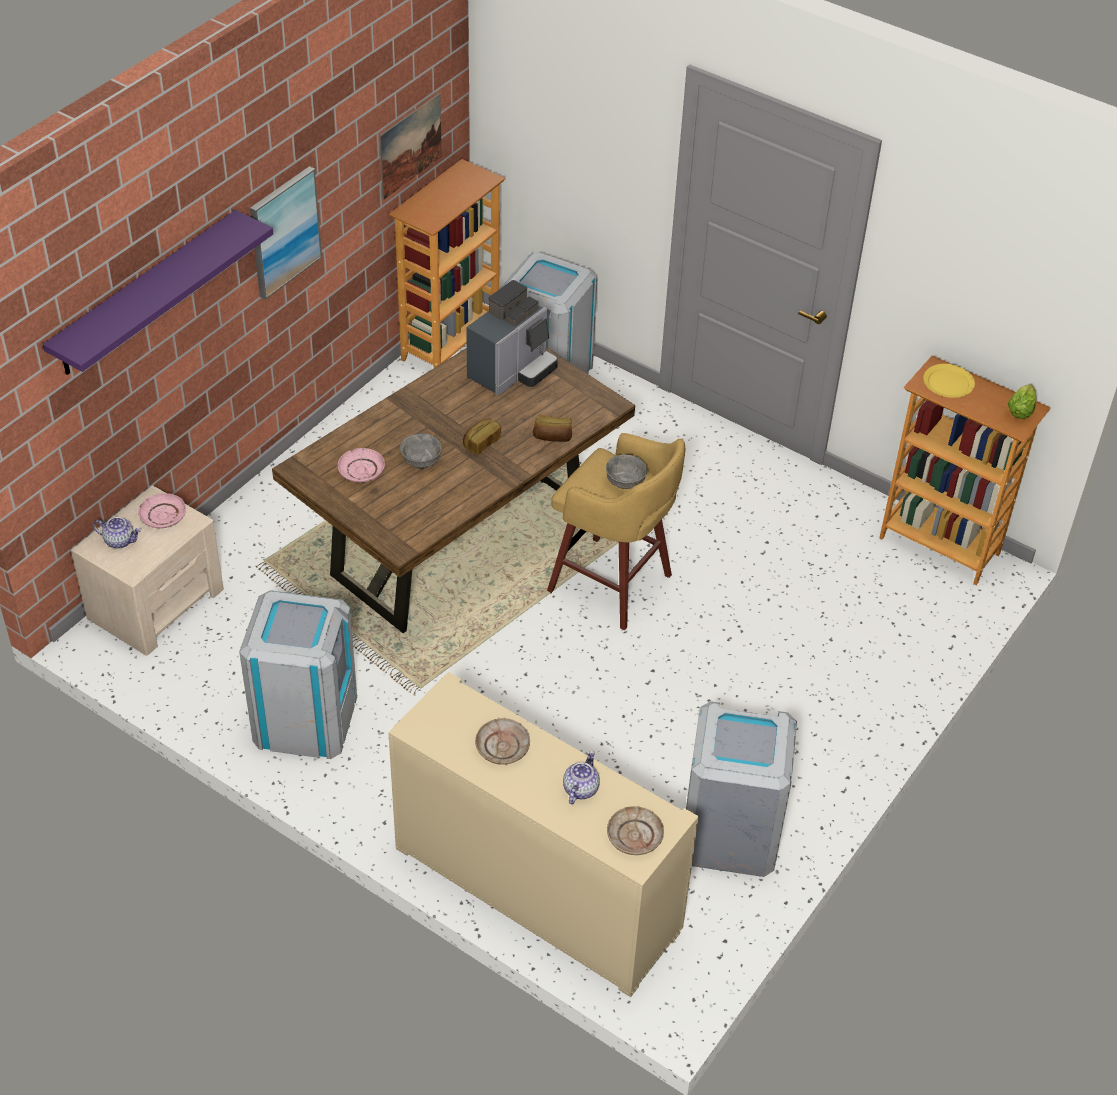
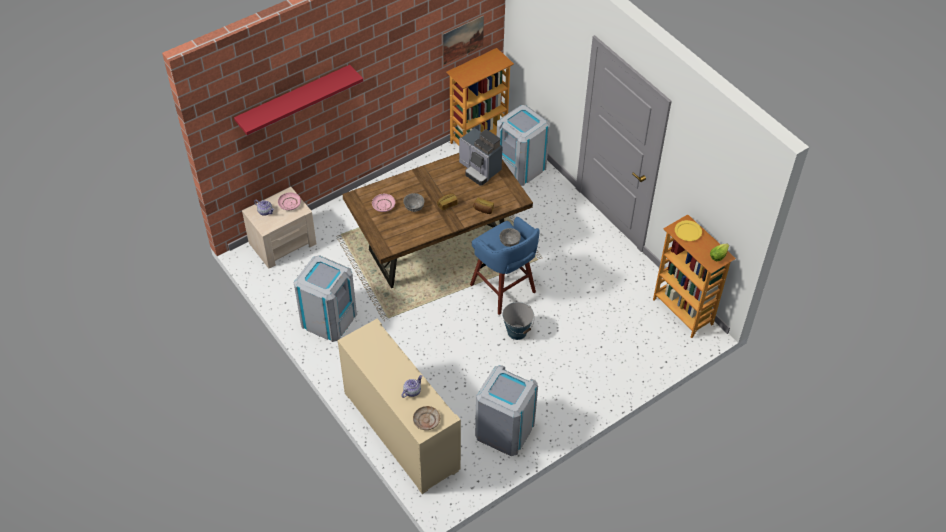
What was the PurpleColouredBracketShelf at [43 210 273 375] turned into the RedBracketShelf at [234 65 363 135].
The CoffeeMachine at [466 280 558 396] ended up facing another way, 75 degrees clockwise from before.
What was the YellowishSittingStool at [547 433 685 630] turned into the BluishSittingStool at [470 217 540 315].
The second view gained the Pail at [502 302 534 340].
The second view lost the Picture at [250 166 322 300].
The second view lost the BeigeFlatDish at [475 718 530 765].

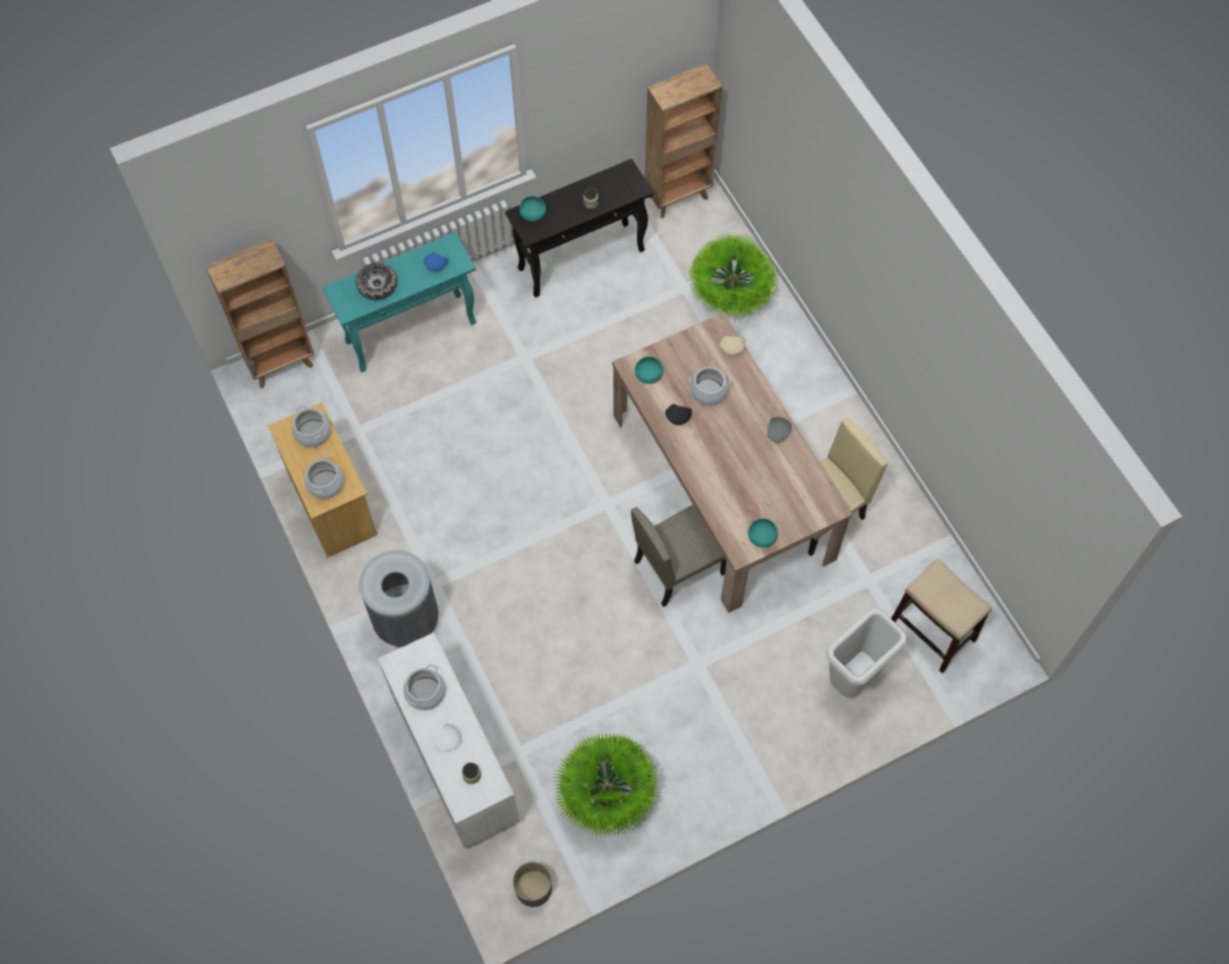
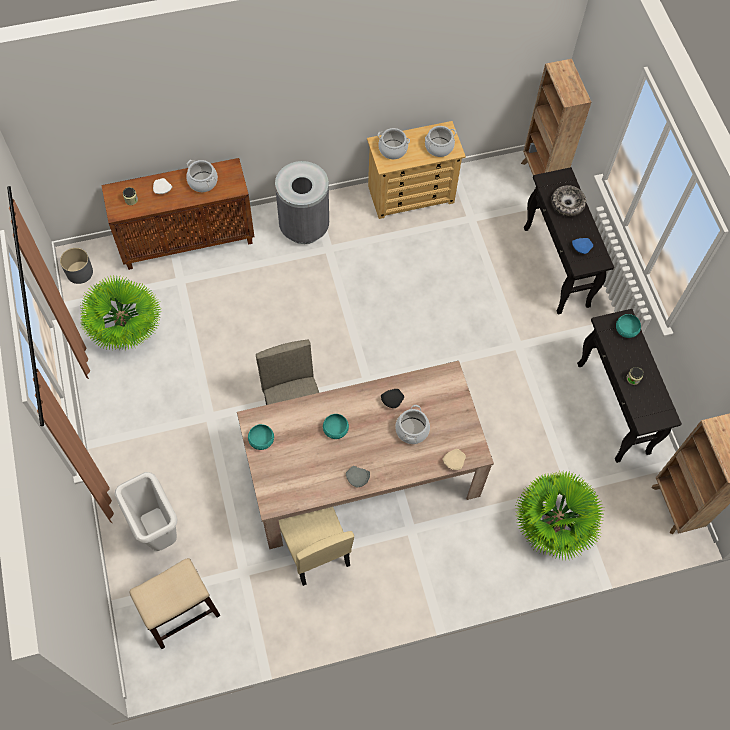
What was the WhiteStorageCabinet at [378 632 520 849] turned into the BrownStorageCabinet at [101 158 254 270].
The BlueGreenServingBowl ended up elsewhere, having gone from [635 356 663 384] to [323 414 349 439].
What was the BlueGreenConsoleTable at [322 232 476 372] turned into the BlackConsoleTable at [524 167 614 314].

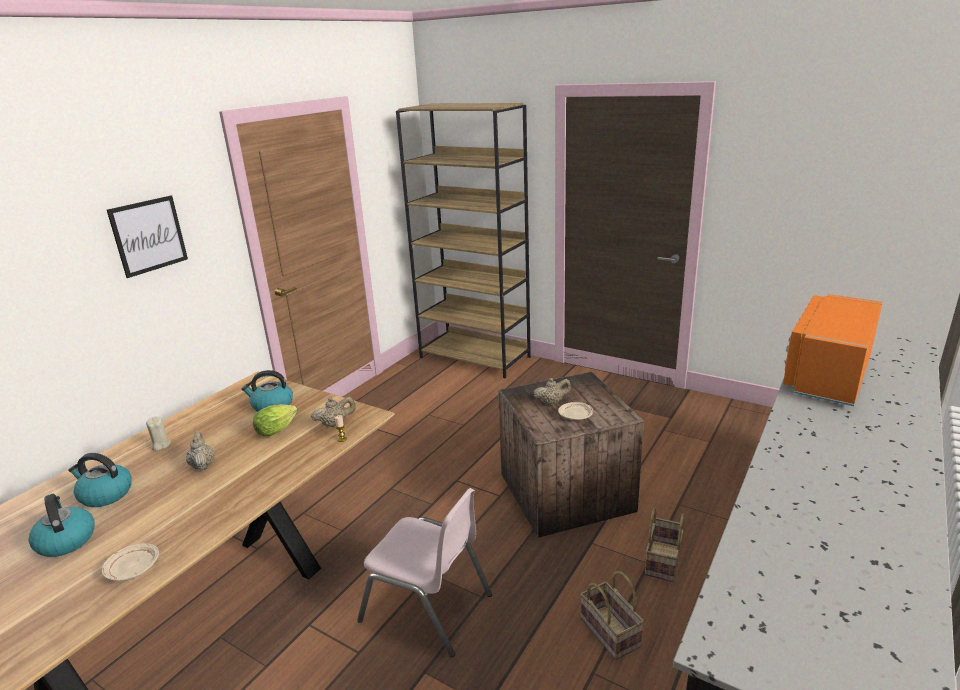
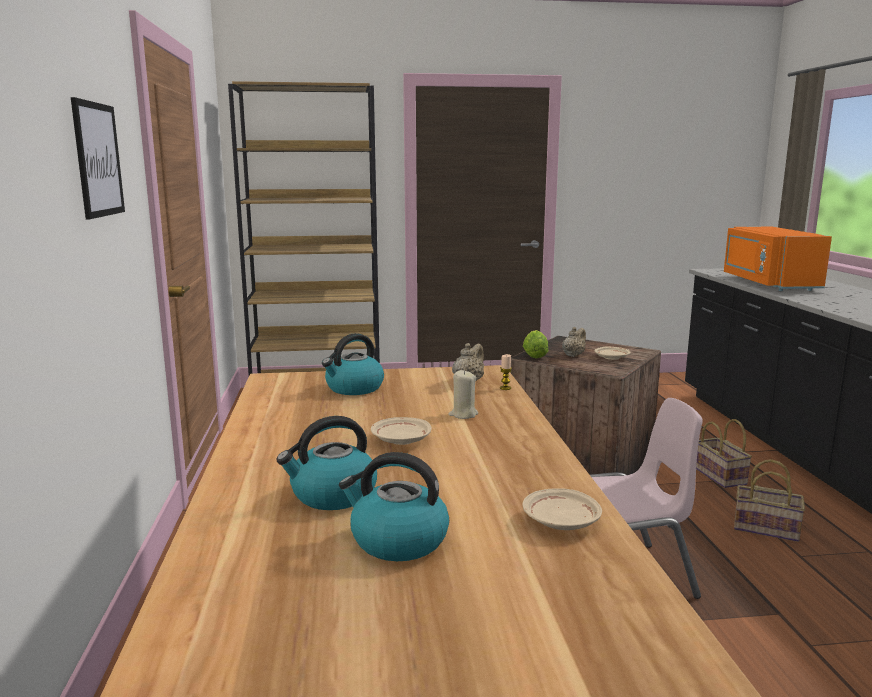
Where the BeigeTeaPot stood at [186 431 215 471], the BeigeFlatDish came to stand at [371 417 432 445].
The BeigeCandle ended up elsewhere, having gone from [146 416 171 451] to [448 370 478 419].
The HeadOfLettuce ended up elsewhere, having gone from [253 404 298 436] to [523 330 548 359].

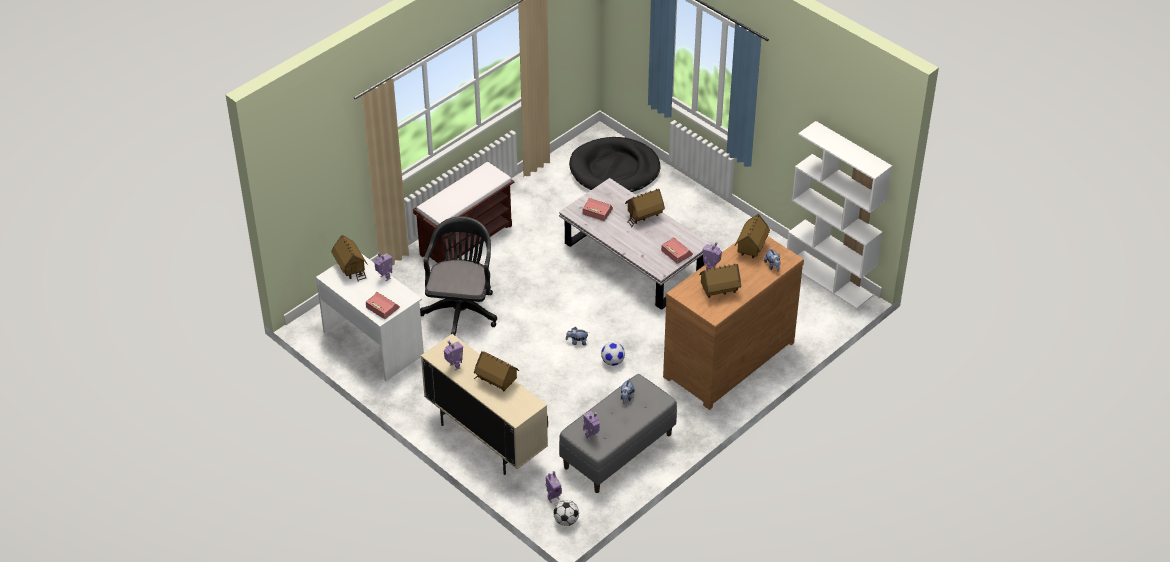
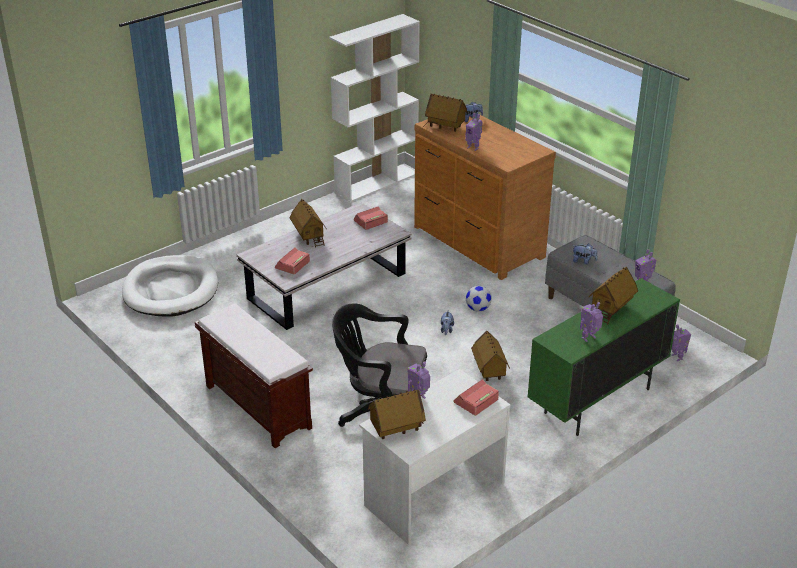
What was the BlackDogBed at [569 137 661 192] turned into the WhiteDogBed at [122 255 218 317].
The ToyHouse ended up elsewhere, having gone from [699 264 741 298] to [471 330 510 381].
What was the BeigeStorageCabinet at [421 334 548 475] turned into the GreenColouredStorageCabinet at [527 278 680 436].
The second view lost the Football at [553 500 579 526].

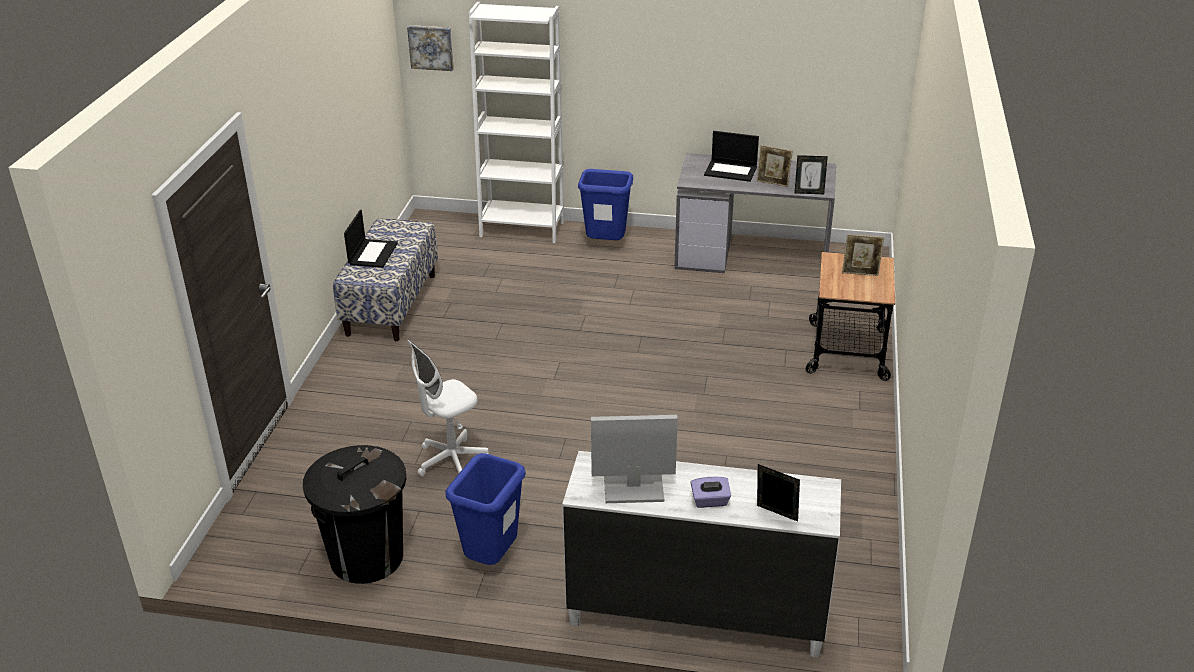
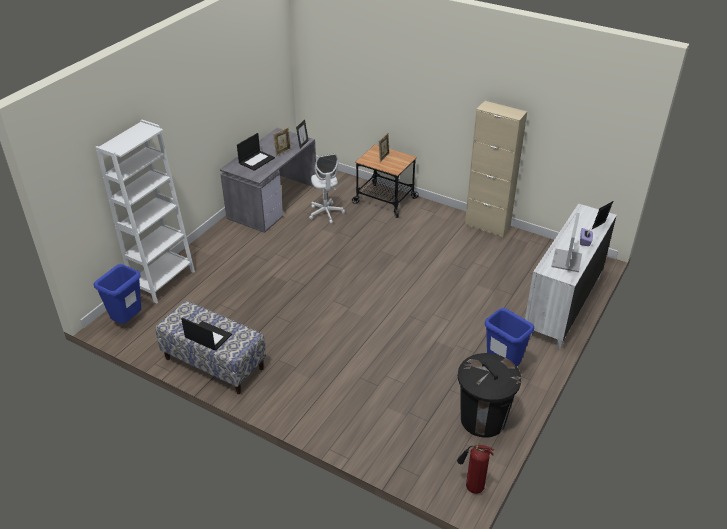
The BluishTrashCan ended up elsewhere, having gone from [578 169 633 240] to [93 264 141 324].
The WhiteComputerChair ended up elsewhere, having gone from [407 339 489 477] to [309 154 345 224].
The second view gained the FireFightingCylinder at [457 445 494 494].
The second view gained the BeigeStorageCabinet at [465 101 527 238].
The second view lost the Picture at [407 25 454 71].

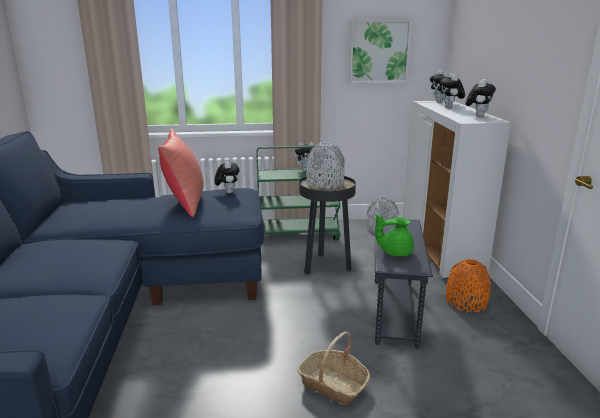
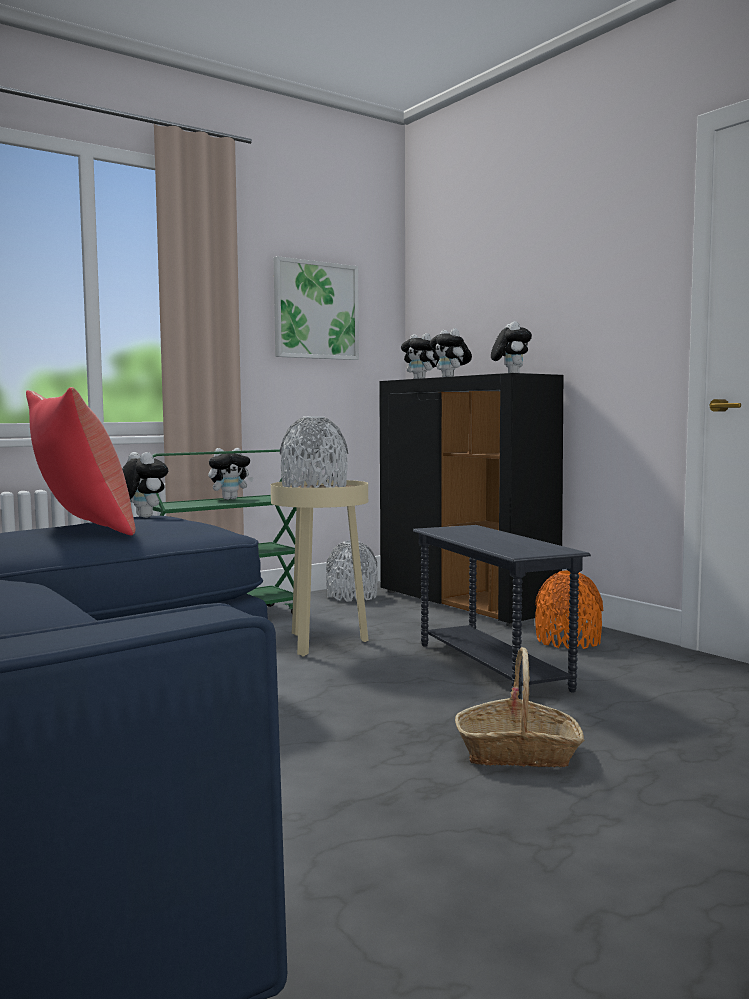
What was the BlackSideTable at [299 174 356 275] turned into the BeigeSideTable at [271 480 368 656].
What was the WhiteStorageCabinet at [403 101 511 279] turned into the BlackStorageCabinet at [379 373 563 627].
The second view lost the GreenColouredTeaPot at [375 215 414 256].

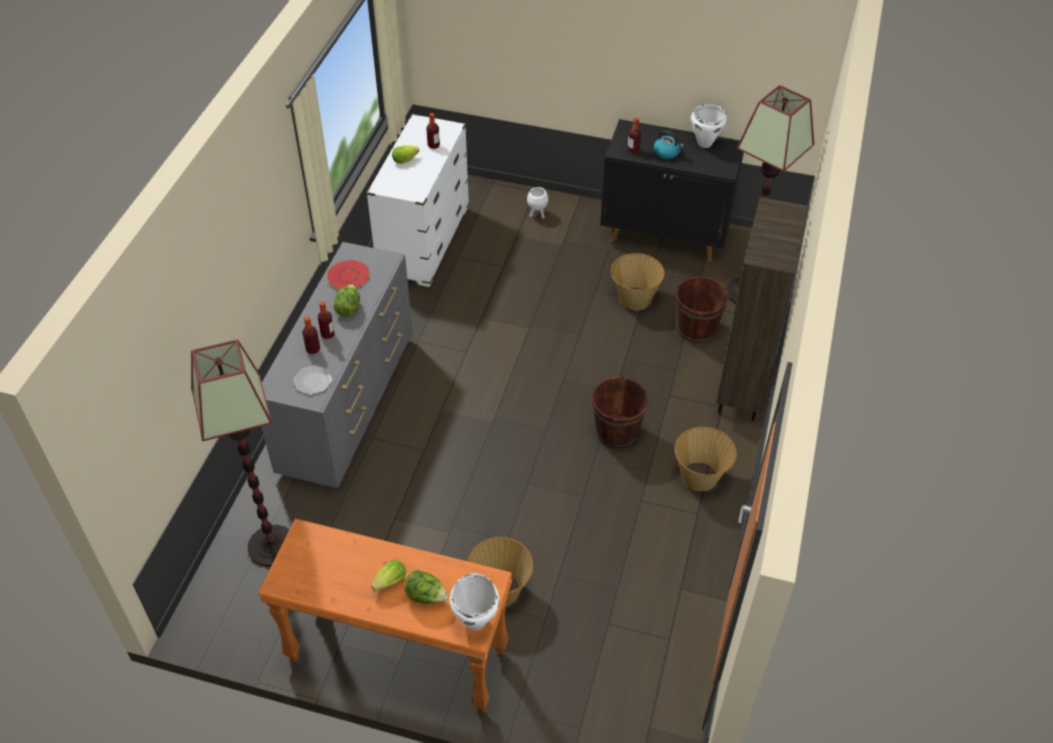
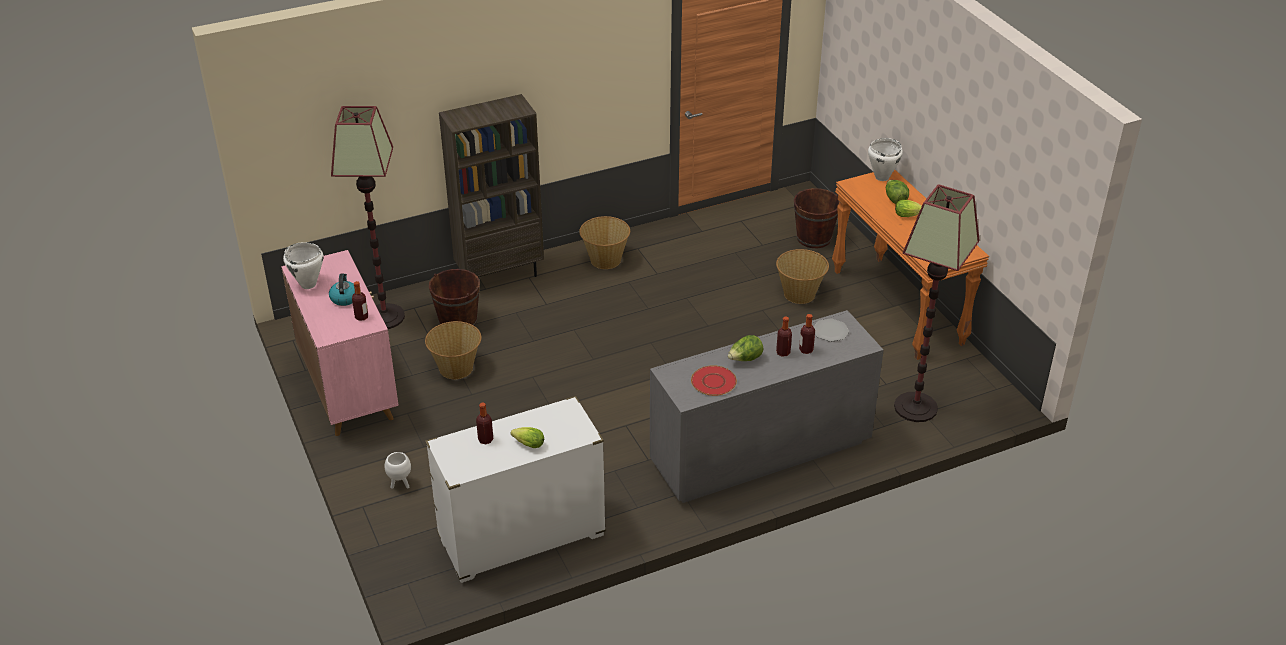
What was the BlackStorageCabinet at [600 119 744 261] turned into the PinkStorageCabinet at [281 250 399 436].
The BrownPail ended up elsewhere, having gone from [592 375 649 448] to [794 188 839 248].

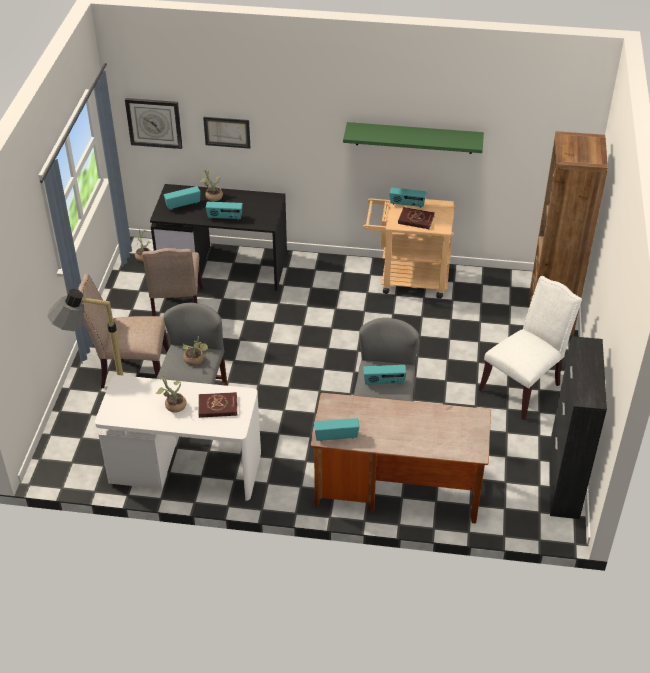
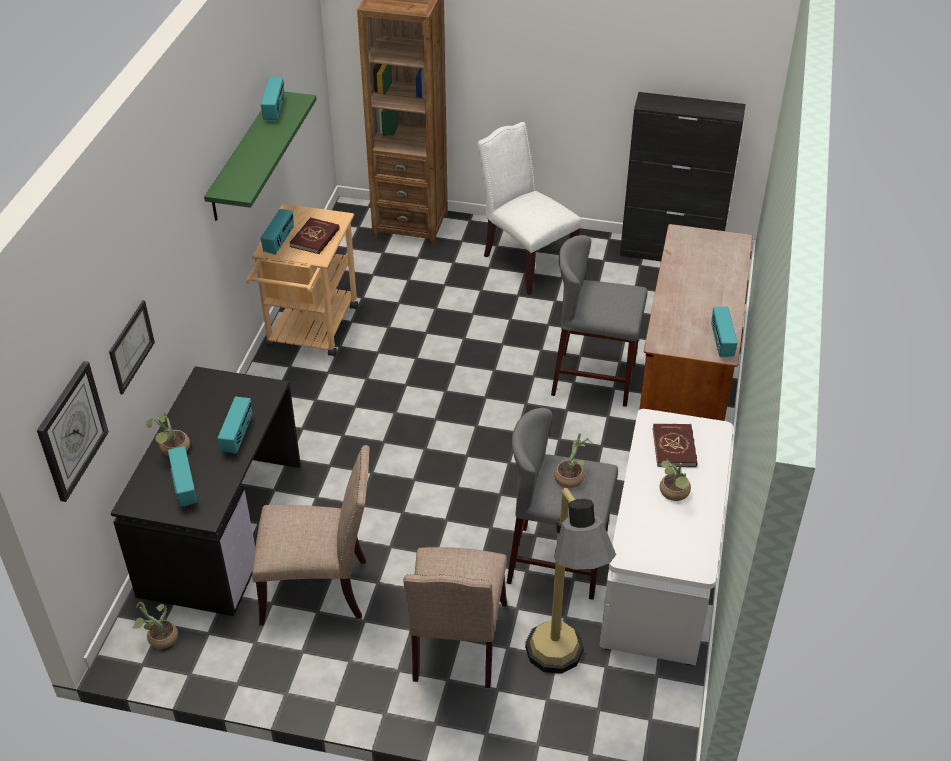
The RadioSet ended up elsewhere, having gone from [363 365 406 386] to [261 77 285 122].

